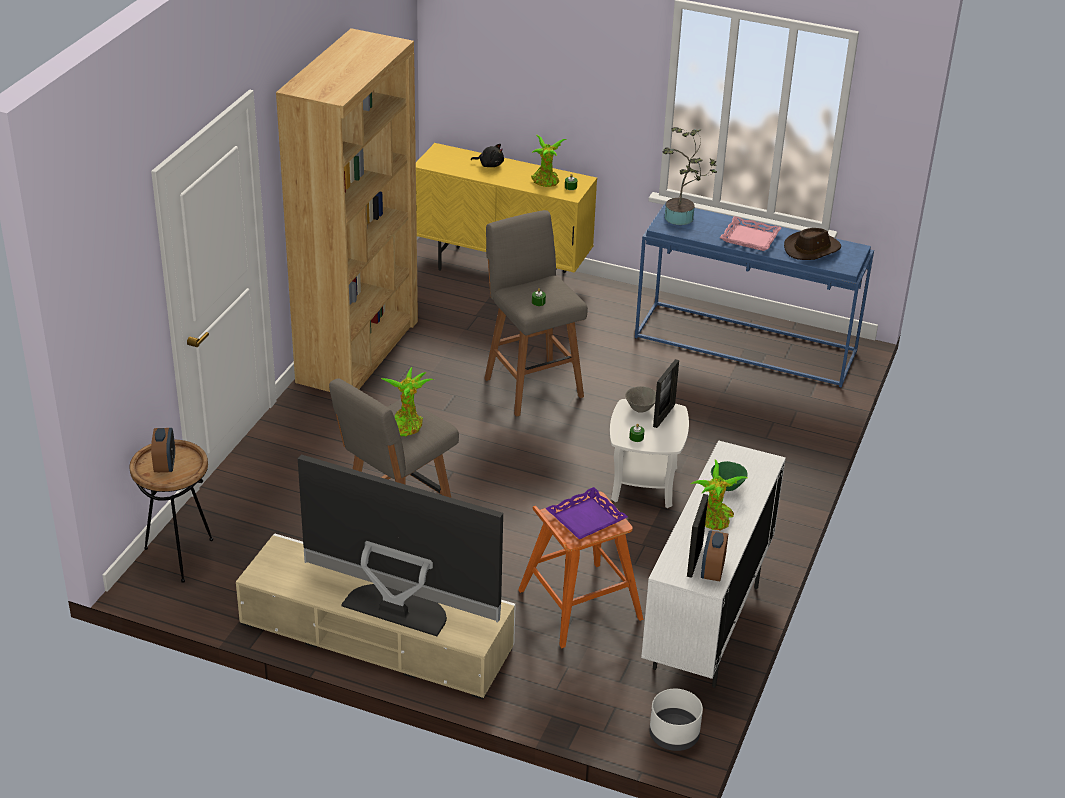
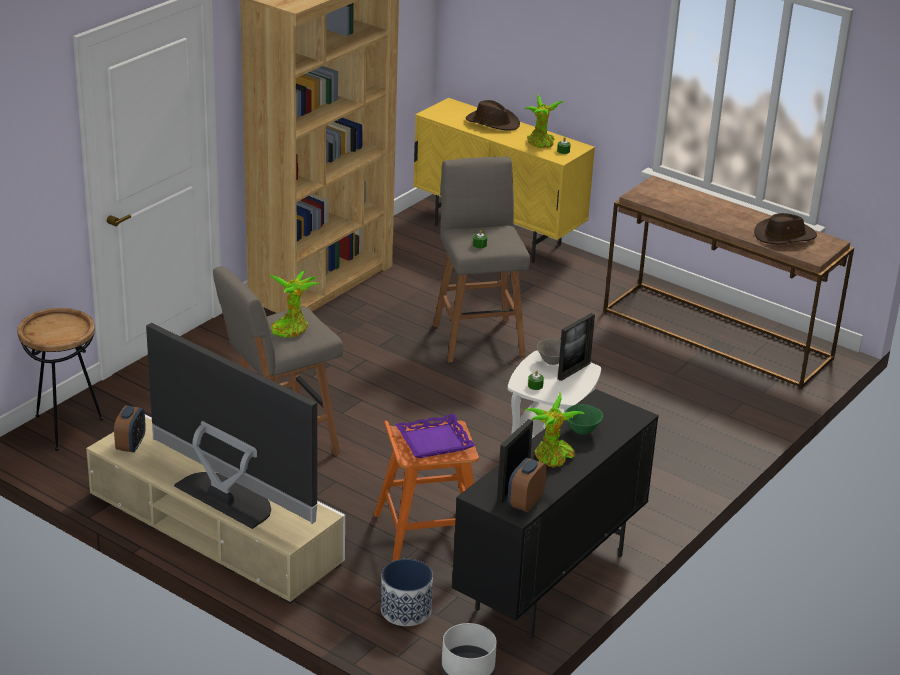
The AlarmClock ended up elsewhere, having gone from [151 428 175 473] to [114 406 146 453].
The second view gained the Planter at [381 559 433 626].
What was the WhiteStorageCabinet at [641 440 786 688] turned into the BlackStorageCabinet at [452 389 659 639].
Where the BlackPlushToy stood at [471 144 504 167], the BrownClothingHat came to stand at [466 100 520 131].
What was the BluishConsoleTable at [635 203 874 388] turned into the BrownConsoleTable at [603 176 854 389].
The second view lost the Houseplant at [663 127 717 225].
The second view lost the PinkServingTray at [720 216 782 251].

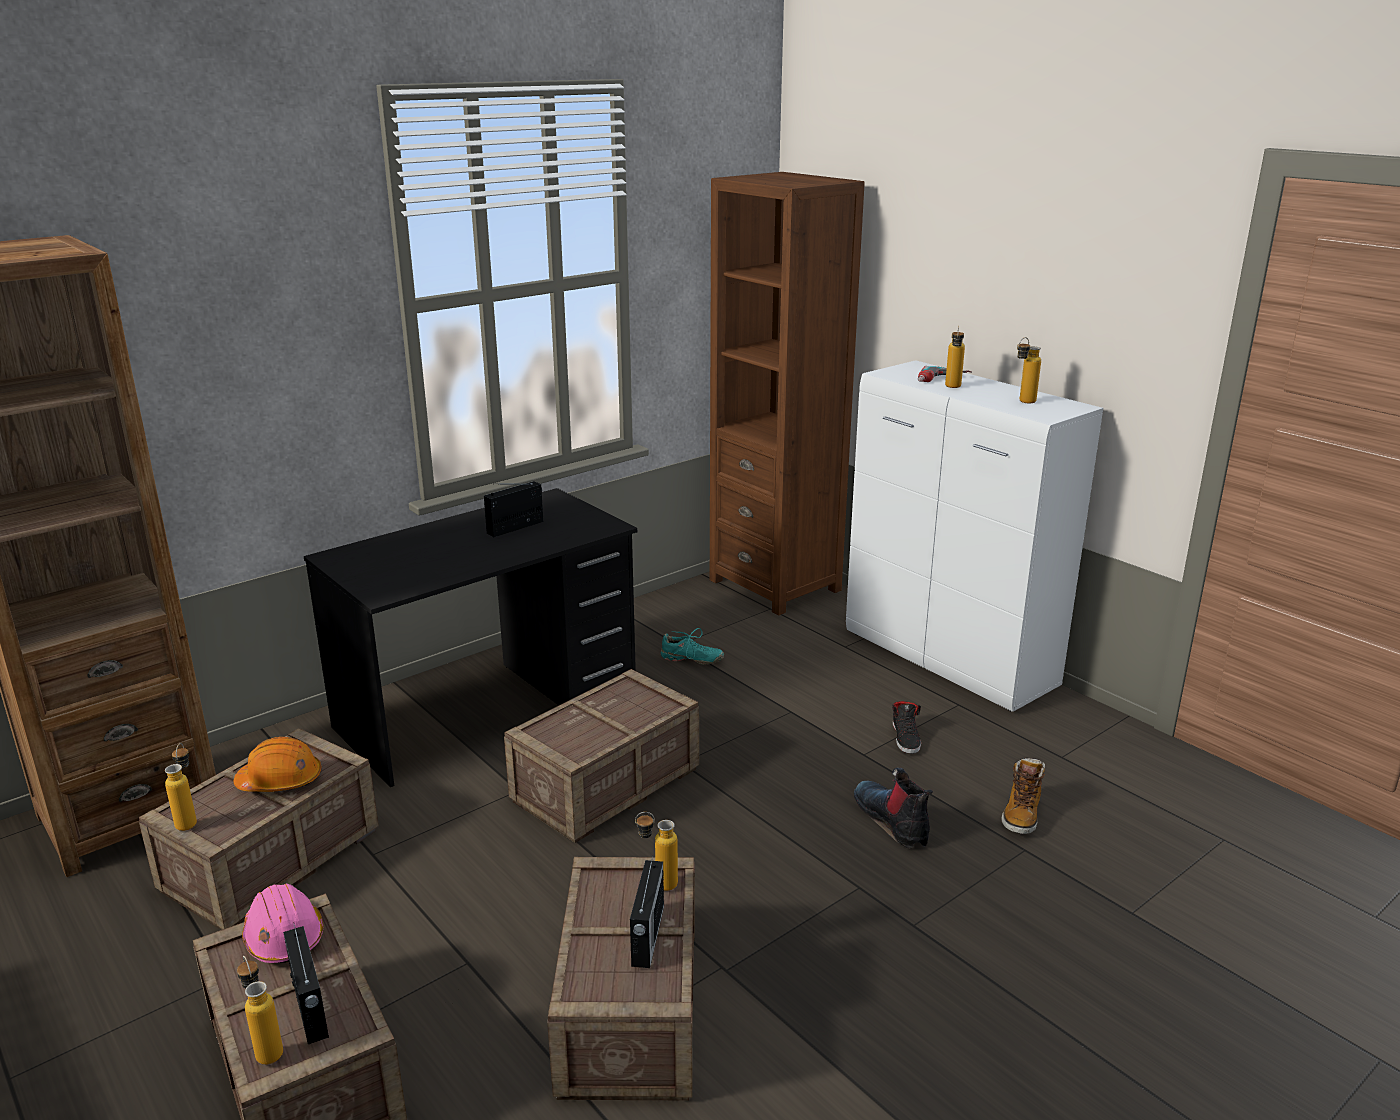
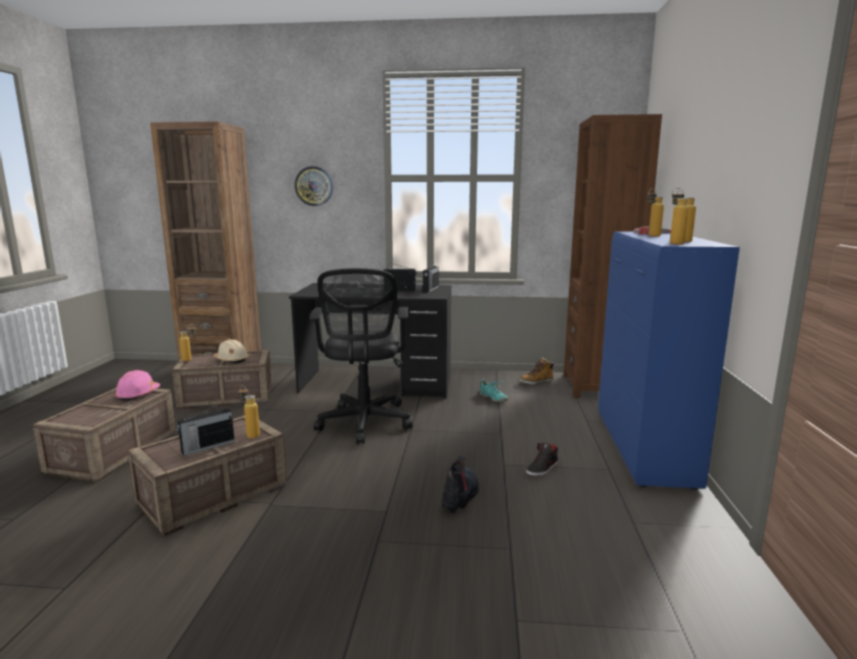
What was the OrangeySafetyHelmet at [234 737 322 792] turned into the BeigeSafetyHelmet at [214 339 249 363].
The second view gained the HangingClock at [294 166 333 206].
Where the Crate stood at [504 669 699 843], the BlackComputerChair came to stand at [309 268 413 444].
The RadioSet ended up elsewhere, having gone from [283 922 329 1044] to [423 261 439 292].
The Boot ended up elsewhere, having gone from [1001 758 1045 835] to [519 357 554 385].
What was the WhiteStorageCabinet at [846 360 1103 712] turned into the BluishStorageCabinet at [598 231 740 490].
The DrinkBottle ended up elsewhere, having gone from [237 956 283 1065] to [670 188 688 245].

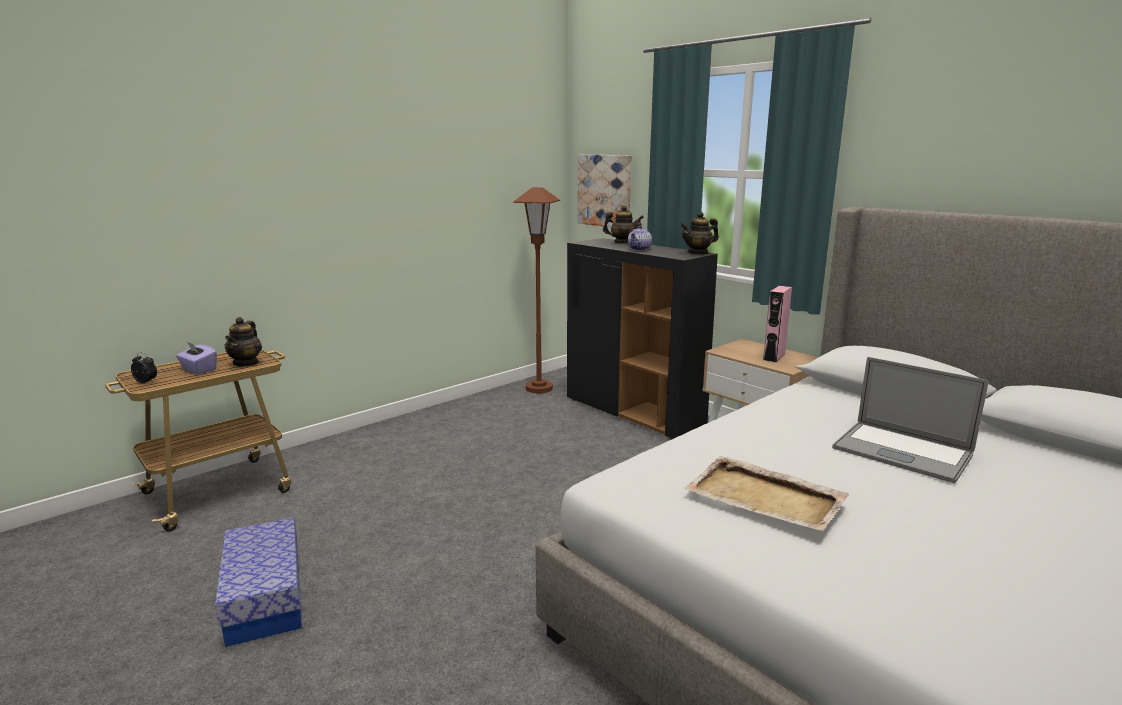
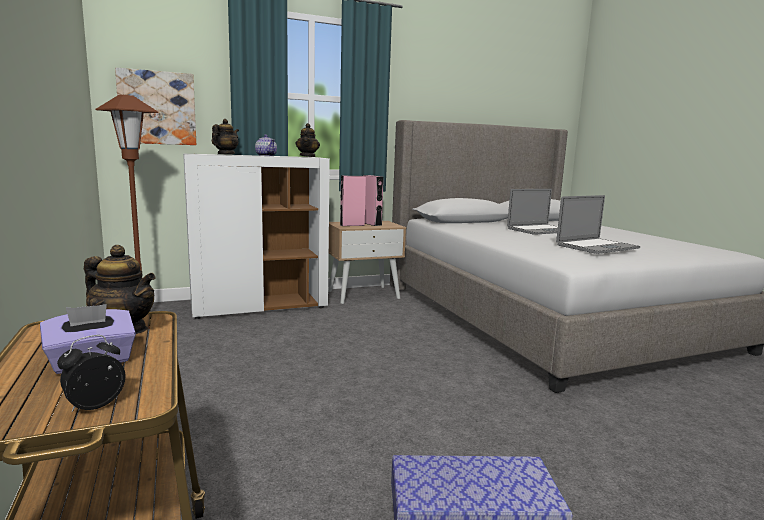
What was the BlackStorageCabinet at [567 238 718 440] turned into the WhiteStorageCabinet at [183 154 330 319].
The second view gained the PinkSpeaker at [340 176 366 226].
Where the BeigeServingTray stood at [684 456 849 531], the NotebookComputer came to stand at [556 195 640 254].

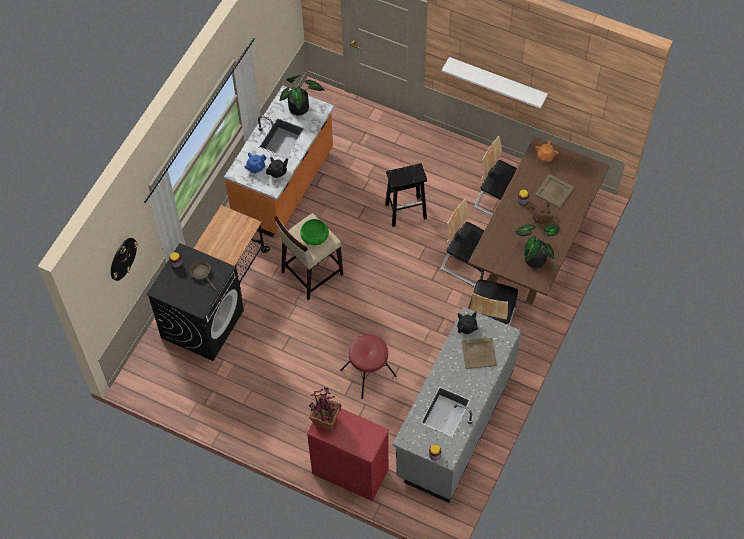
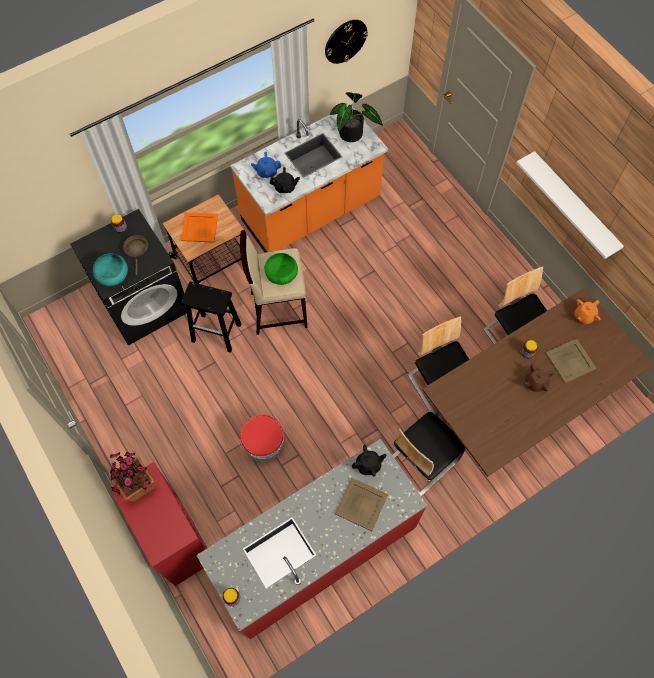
The second view gained the BlueGreenServingBowl at [93 253 128 286].
The second view gained the OrangeyServingTray at [181 212 218 243].
The BlackSittingStool ended up elsewhere, having gone from [385 163 427 227] to [181 282 241 353].
What was the GreyishCounter at [393 307 521 503] turned into the RedCounter at [196 439 427 639].
Where the RedSittingStool stood at [340 334 397 399], the Pail came to stand at [240 414 284 462].
The HangingClock ended up elsewhere, having gone from [111 238 138 281] to [325 20 368 64].
The second view lost the Houseplant at [516 224 560 268].

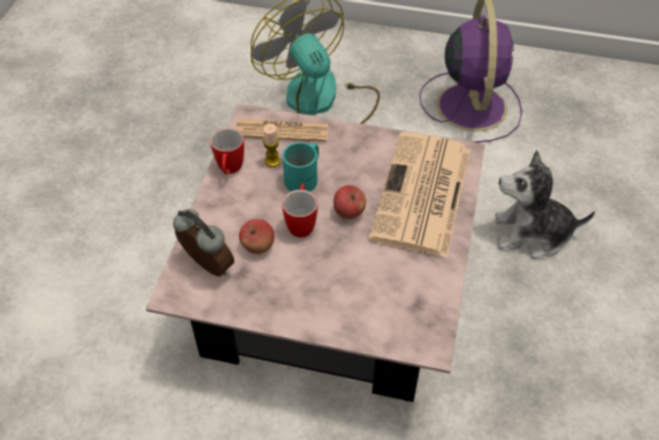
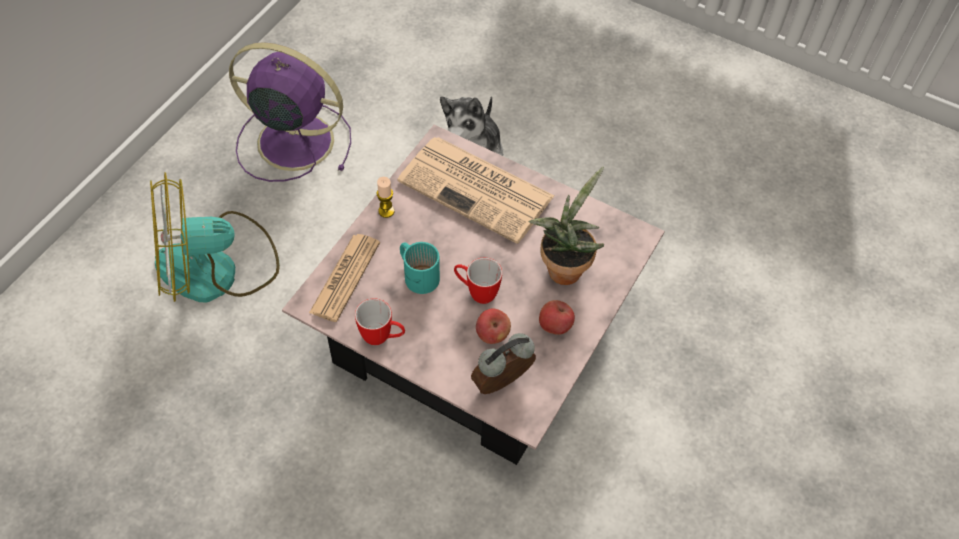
The Candle ended up elsewhere, having gone from [263 124 280 167] to [377 177 394 218].
The second view gained the Houseplant at [528 166 604 285].
The WholeApple ended up elsewhere, having gone from [333 185 366 219] to [539 300 575 335].

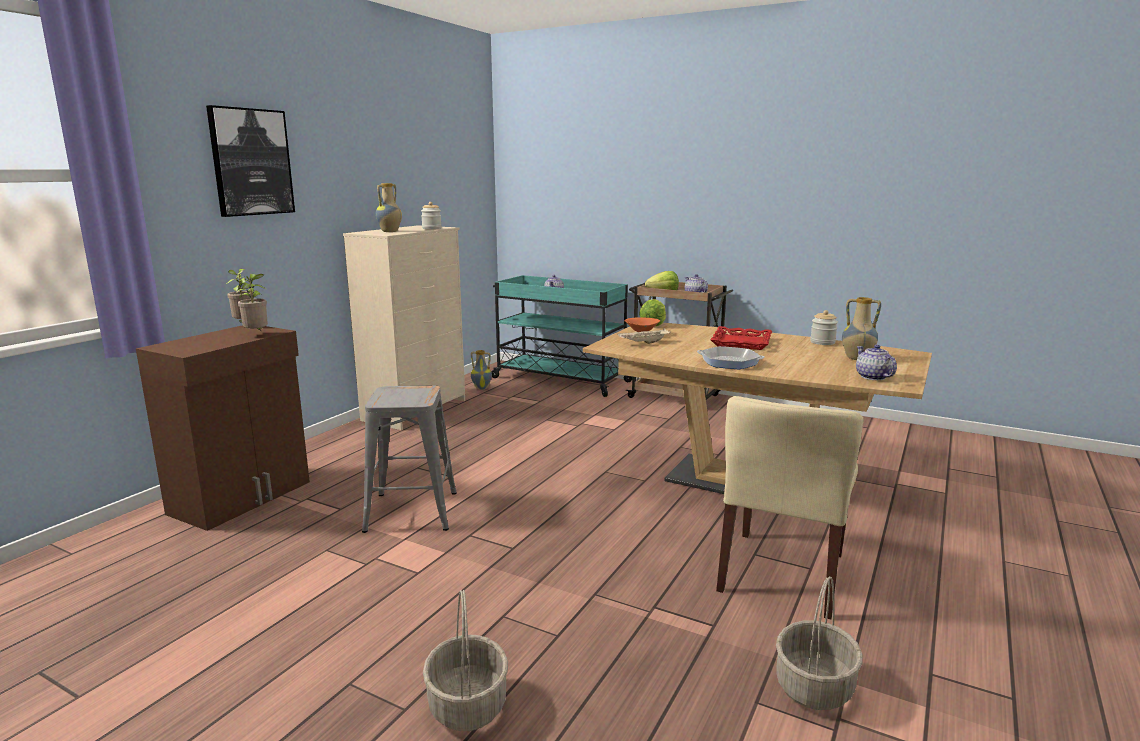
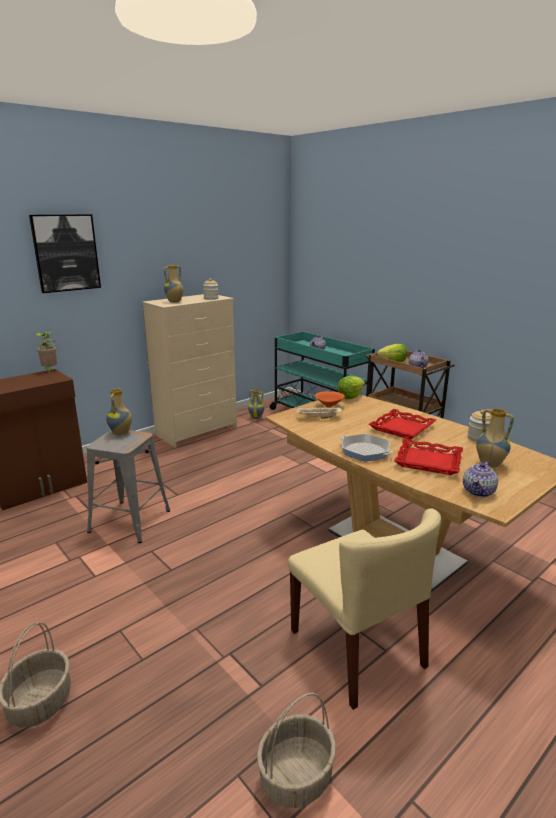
The second view gained the DecorativeVase at [106 388 132 435].
The BeigePlainChair at [716 396 864 619] ended up facing another way, 75 degrees counterclockwise from before.
The second view gained the RedServingTray at [394 439 463 475].
The TeaPot at [856 345 897 380] ended up facing another way, 150 degrees counterclockwise from before.
The second view lost the Houseplant at [236 274 268 331].

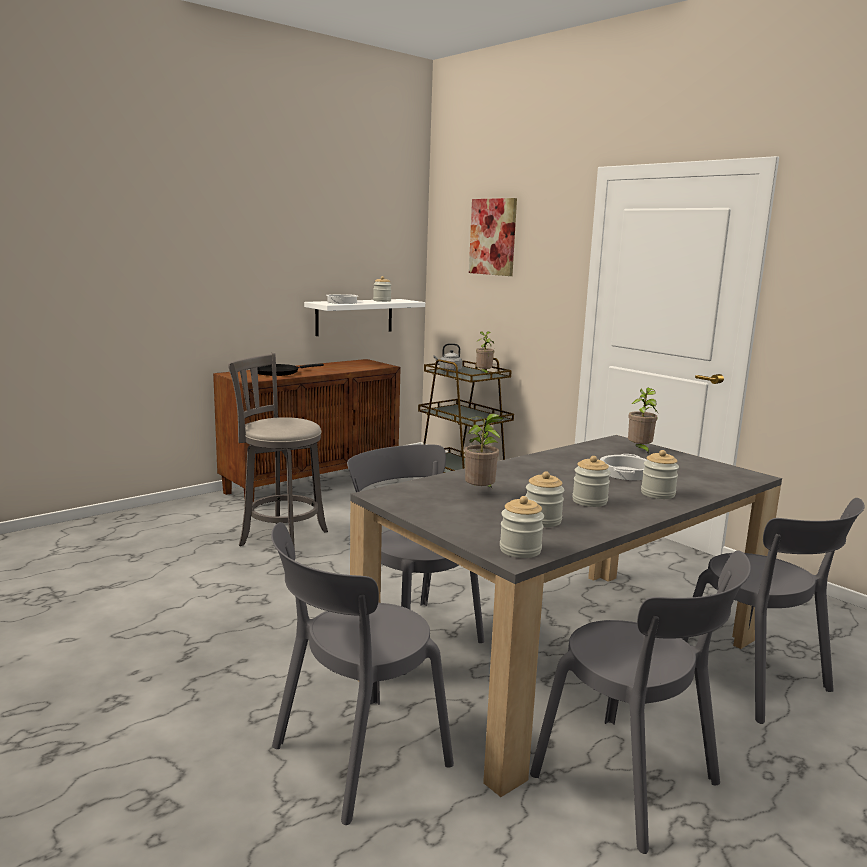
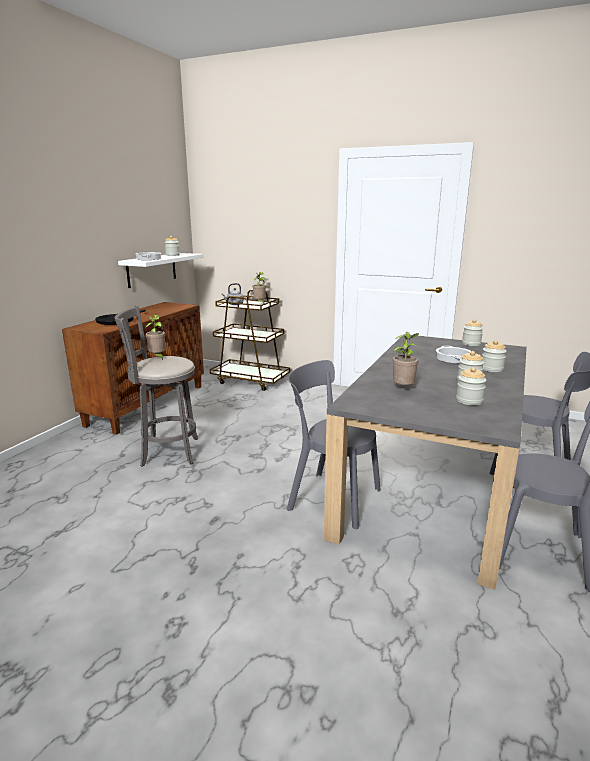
The Houseplant ended up elsewhere, having gone from [628 387 658 454] to [146 314 165 360].
The PreserveJar ended up elsewhere, having gone from [500 496 544 558] to [462 319 483 346].
The second view lost the GreyishPlainChair at [271 522 454 825].
The second view lost the Picture at [469 198 517 276].

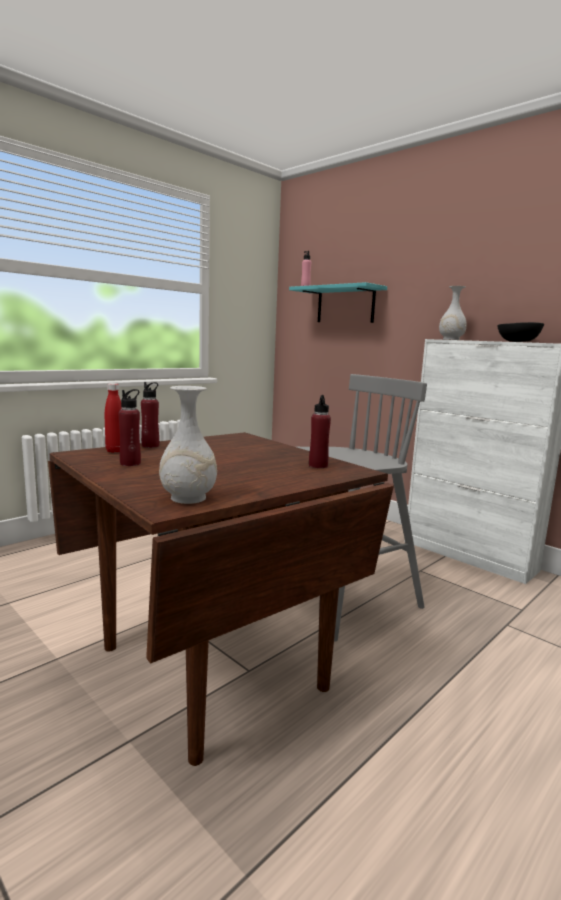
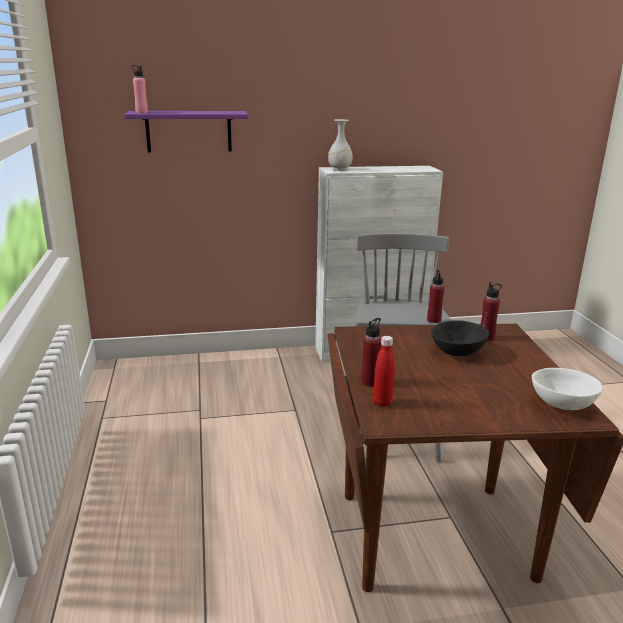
What was the BlueGreenBracketShelf at [289 282 387 323] turned into the PurpleColouredBracketShelf at [125 111 249 152].
The RedDrinkBottle ended up elsewhere, having gone from [118 389 141 466] to [427 270 445 323].
The BlackServingBowl ended up elsewhere, having gone from [497 322 544 342] to [432 320 489 356].
Where the WhiteDecorativeVase stood at [159 386 217 504], the WhiteServingBowl came to stand at [532 368 603 410].

